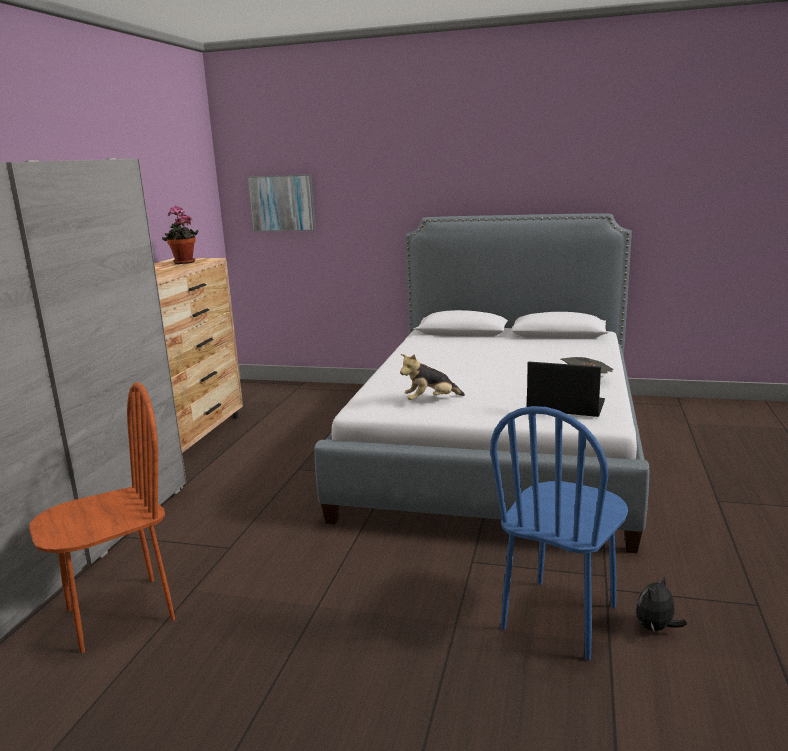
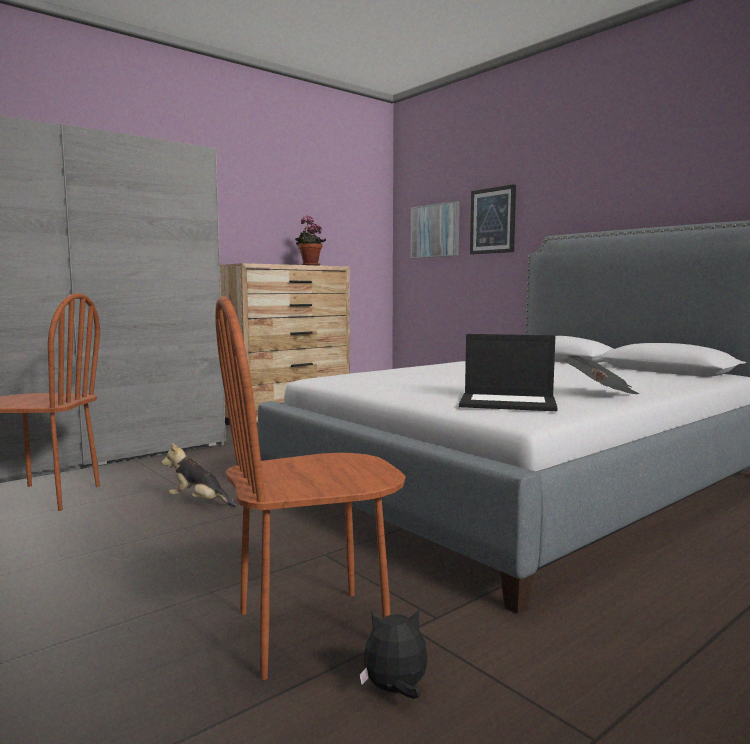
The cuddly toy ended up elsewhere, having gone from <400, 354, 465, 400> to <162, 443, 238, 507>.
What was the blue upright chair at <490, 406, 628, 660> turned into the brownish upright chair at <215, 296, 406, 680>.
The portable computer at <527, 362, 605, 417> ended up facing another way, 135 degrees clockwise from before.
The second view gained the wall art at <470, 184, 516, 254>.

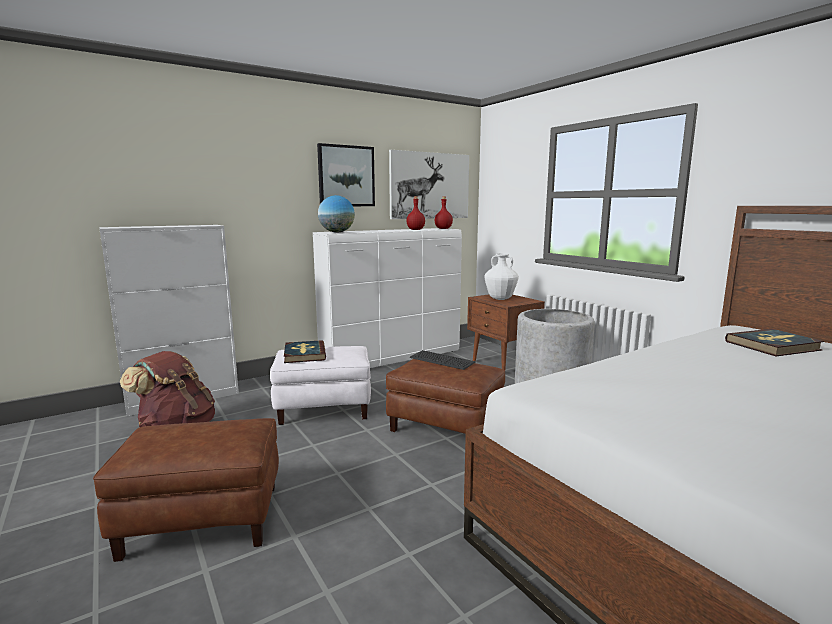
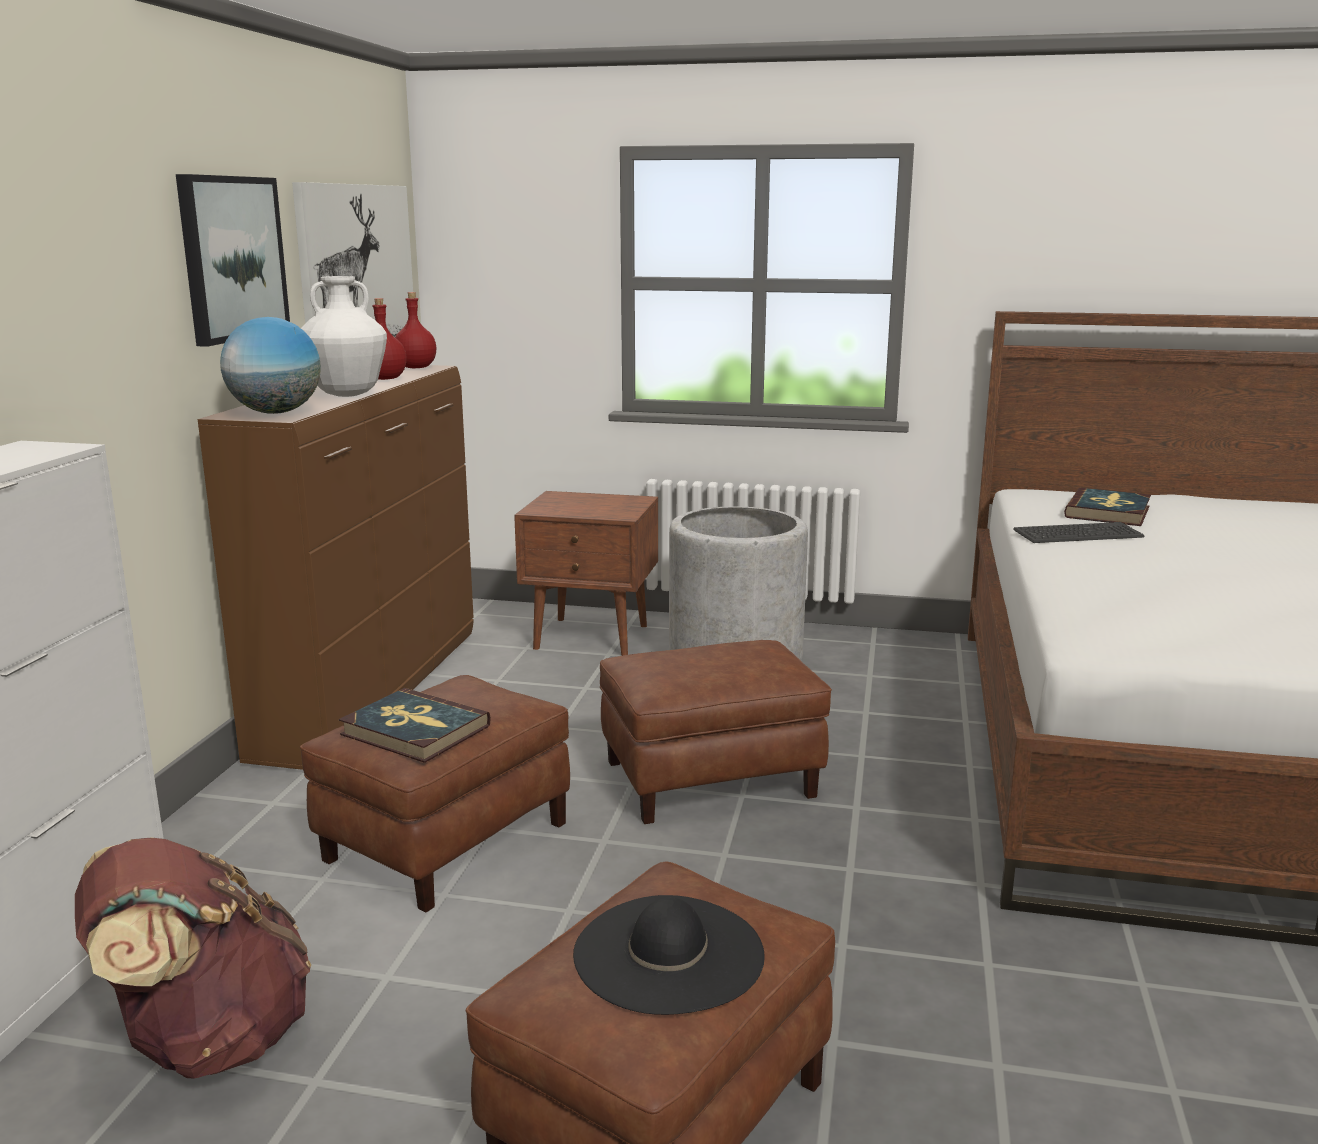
What was the whitish dresser at <313, 228, 462, 368> turned into the brownish dresser at <198, 365, 474, 770>.
What was the whitish ottoman at <270, 346, 371, 425> turned into the brownish ottoman at <300, 675, 570, 912>.
The whitish decorative vase ended up elsewhere, having gone from <484, 253, 519, 300> to <301, 276, 387, 397>.
The second view gained the black-coloured wearable hat at <573, 895, 765, 1015>.
The PC keyboard ended up elsewhere, having gone from <410, 350, 475, 370> to <1013, 522, 1145, 543>.

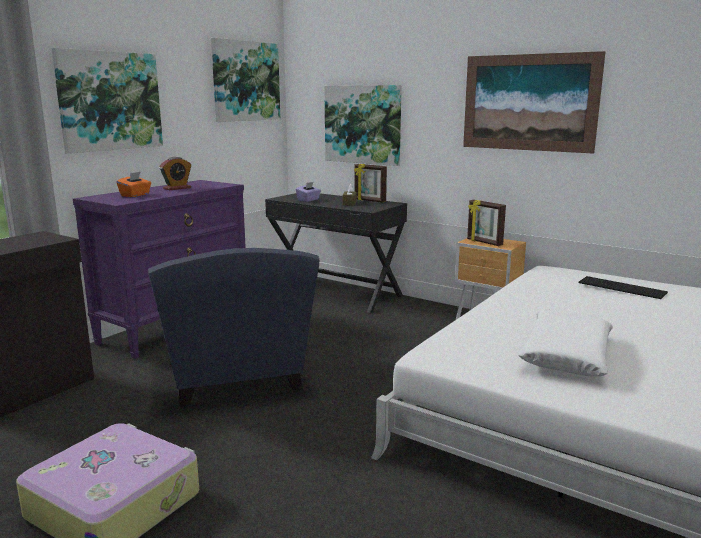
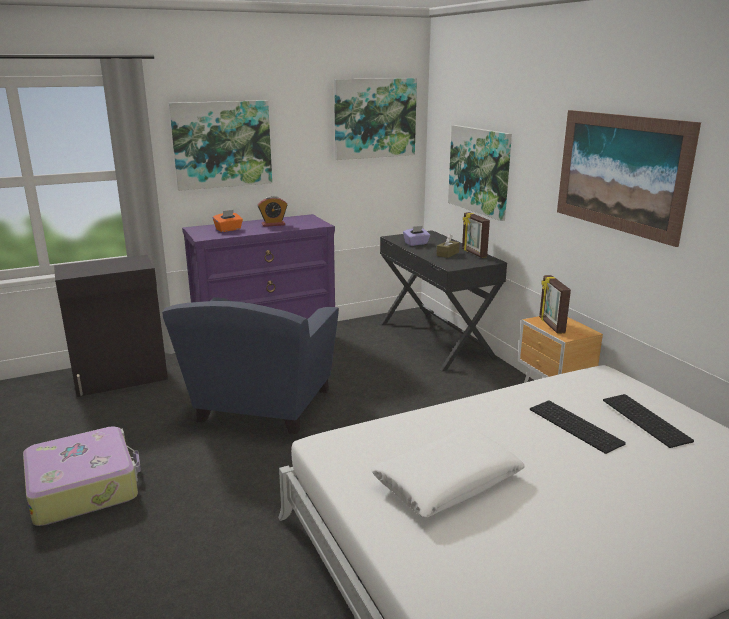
The second view gained the PC keyboard at <530, 401, 626, 454>.

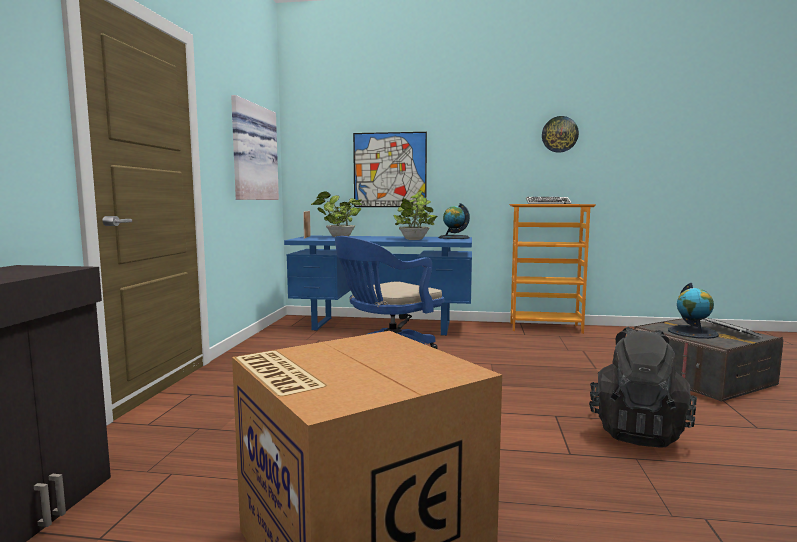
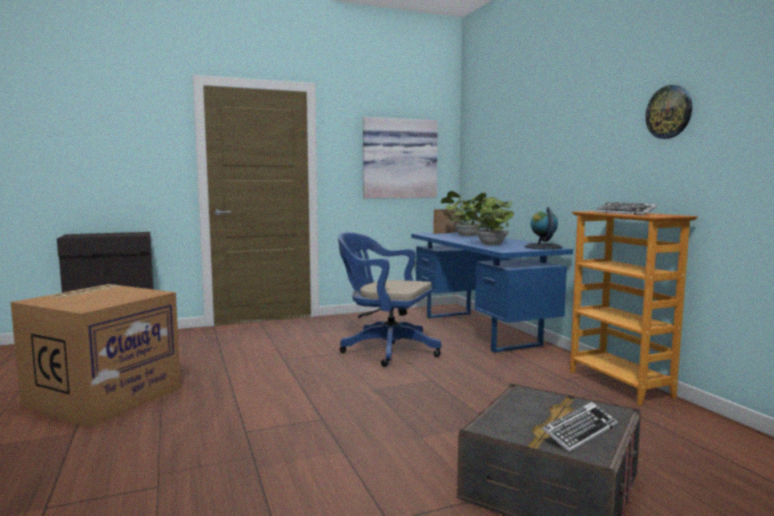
The second view lost the wall art at <353, 132, 427, 207>.
The second view lost the black-coloured knapsack at <589, 327, 697, 448>.
The second view lost the world globe at <668, 283, 719, 339>.

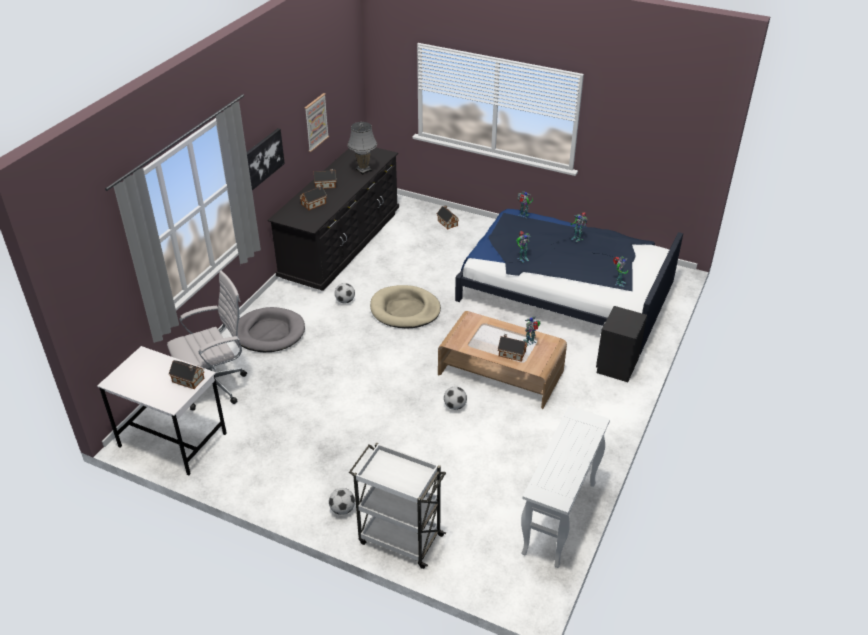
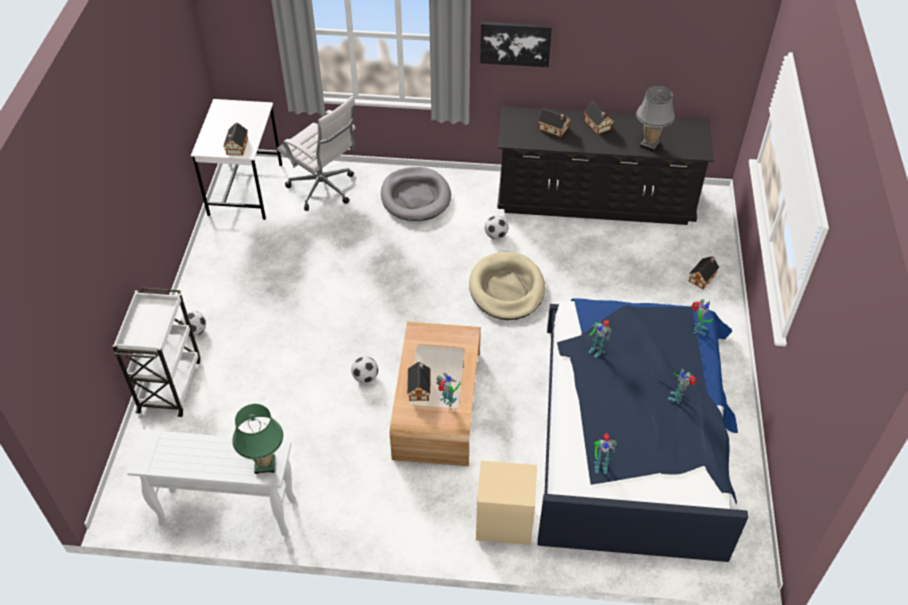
The second view gained the greenish table lamp at <232, 404, 283, 474>.
What was the black-coloured nightstand at <596, 306, 647, 382> turned into the sand-coloured nightstand at <476, 461, 537, 545>.
The second view lost the wall art at <304, 93, 329, 152>.

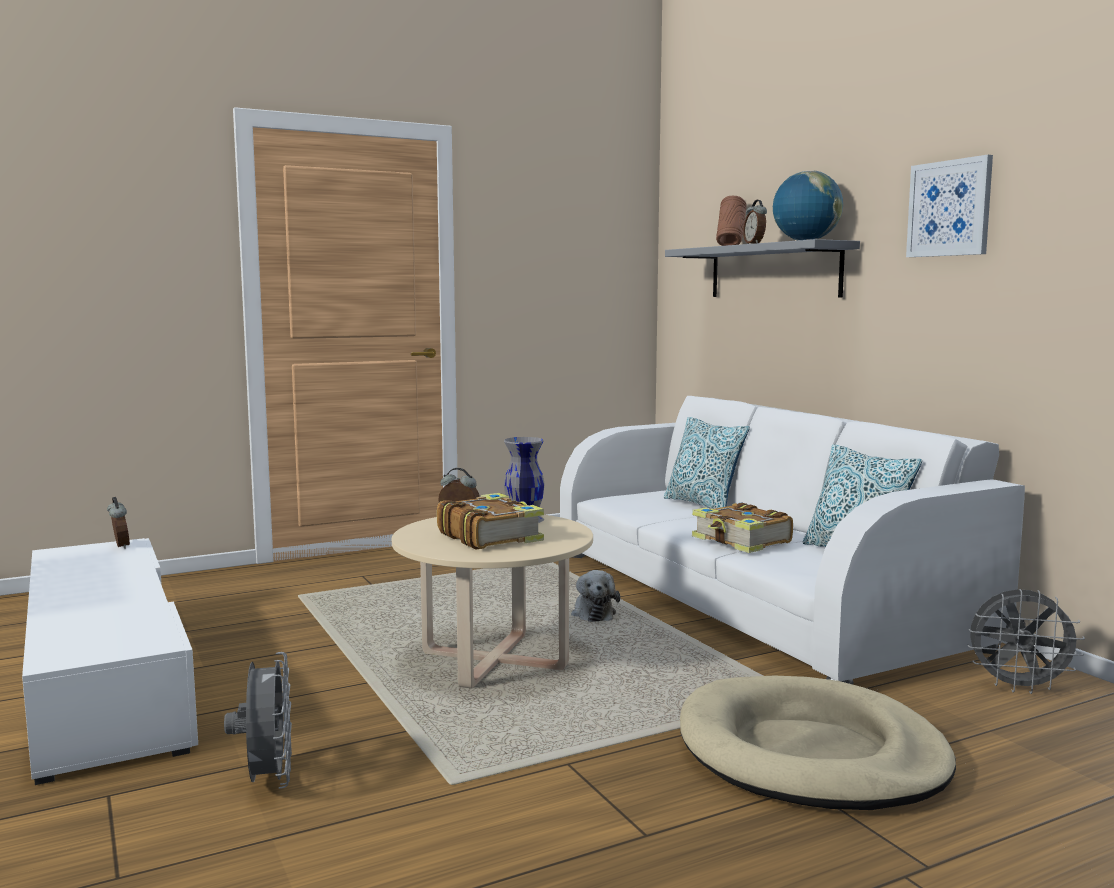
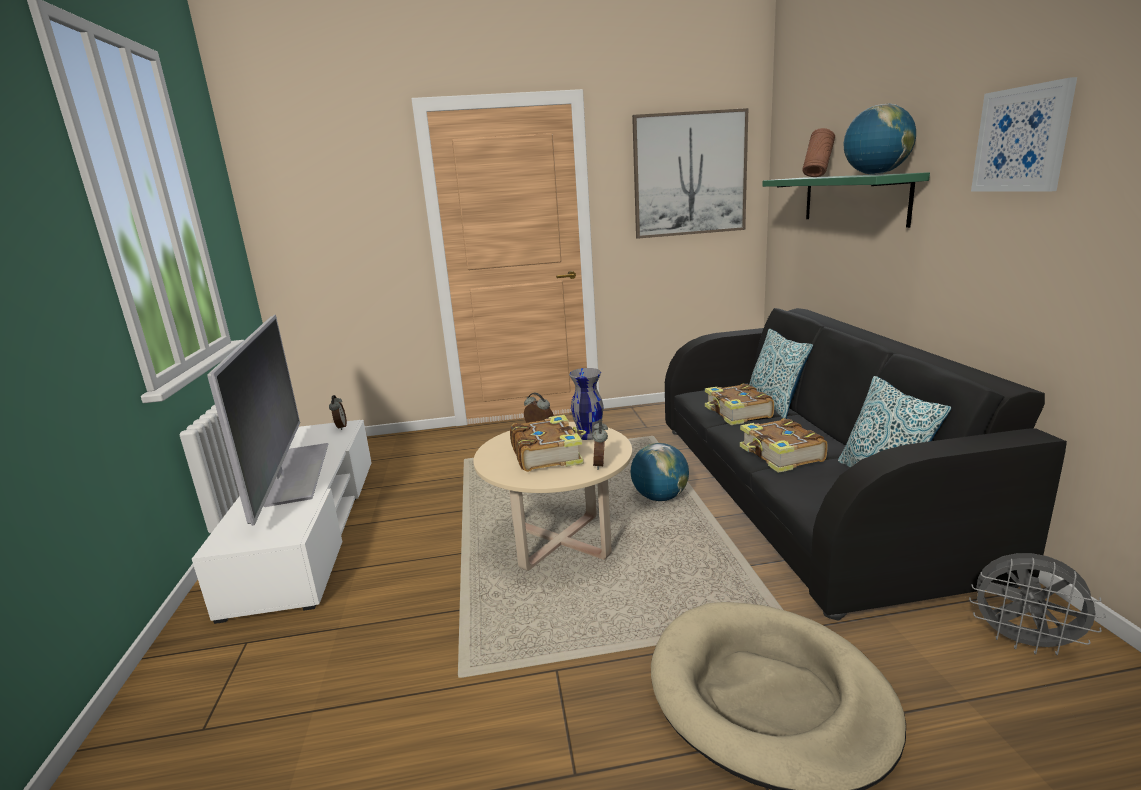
The second view gained the TV at <207, 315, 328, 526>.
The bedside clock ended up elsewhere, having gone from <743, 200, 767, 244> to <592, 419, 608, 470>.
Where the cuddly toy stood at <571, 570, 620, 622>, the world globe came to stand at <630, 443, 689, 501>.
The second view gained the wall art at <632, 108, 748, 239>.
What was the whitish sofa at <560, 396, 1025, 684> turned into the black-coloured sofa at <665, 308, 1067, 621>.
The second view gained the volume at <705, 384, 774, 425>.
What was the grey shelf at <665, 239, 860, 298> turned into the greenish shelf at <762, 172, 930, 228>.
The second view lost the grey fan at <224, 652, 292, 789>.

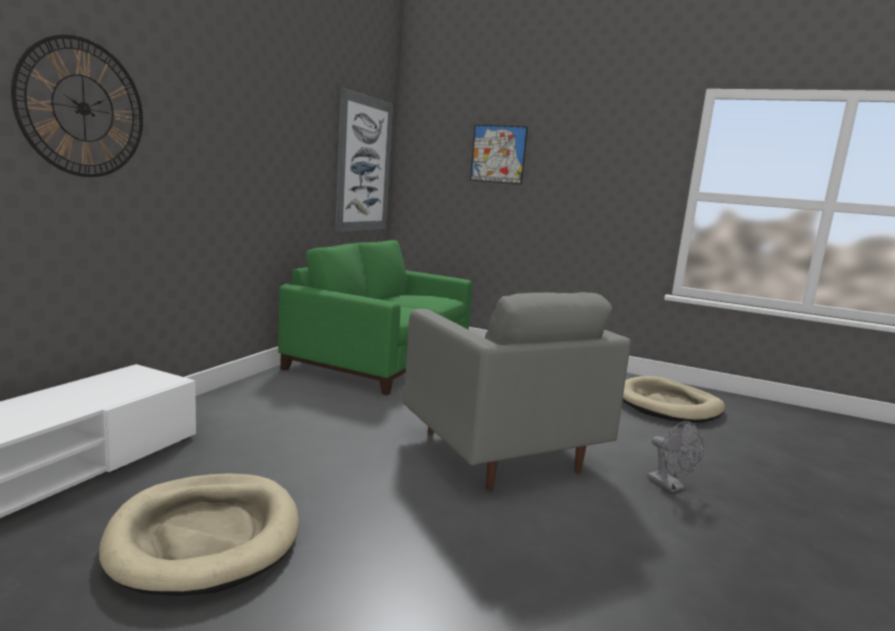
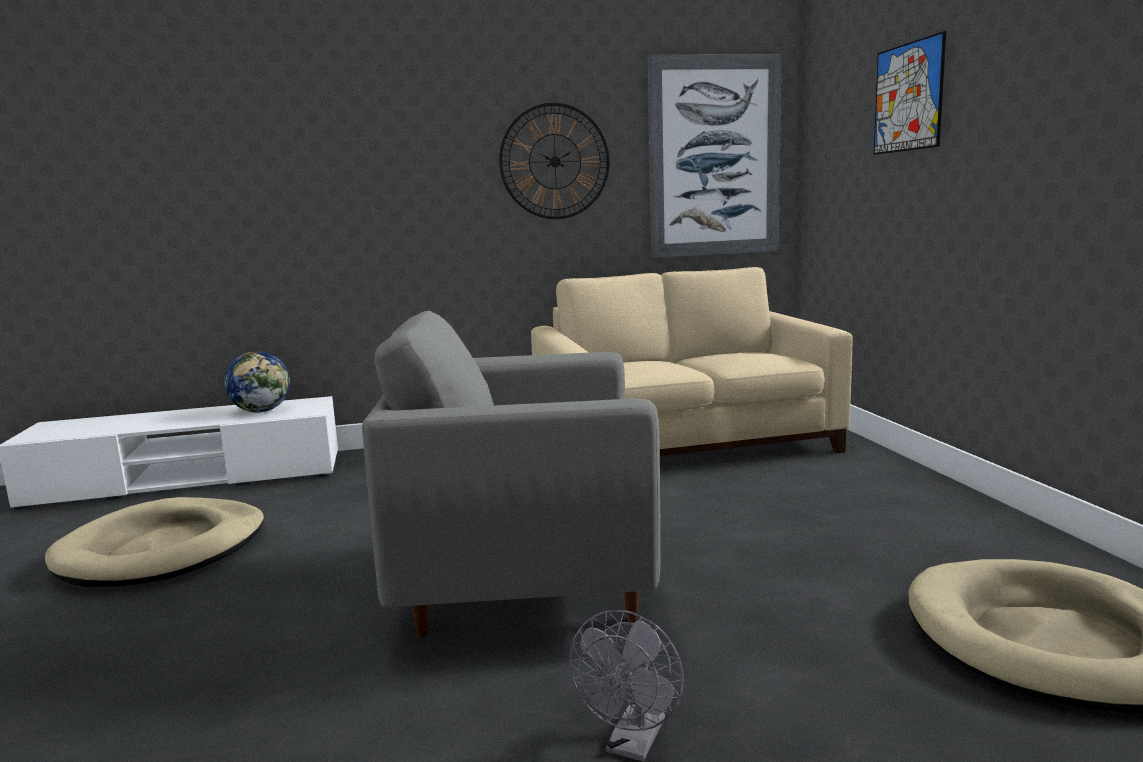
The second view gained the world globe at <224, 351, 290, 412>.
The grey easy chair at <403, 292, 631, 491> ended up facing another way, 60 degrees clockwise from before.
The wall clock ended up elsewhere, having gone from <11, 35, 143, 177> to <499, 103, 610, 219>.
What was the greenish sofa at <278, 240, 473, 395> turned into the sand-coloured sofa at <531, 267, 853, 456>.

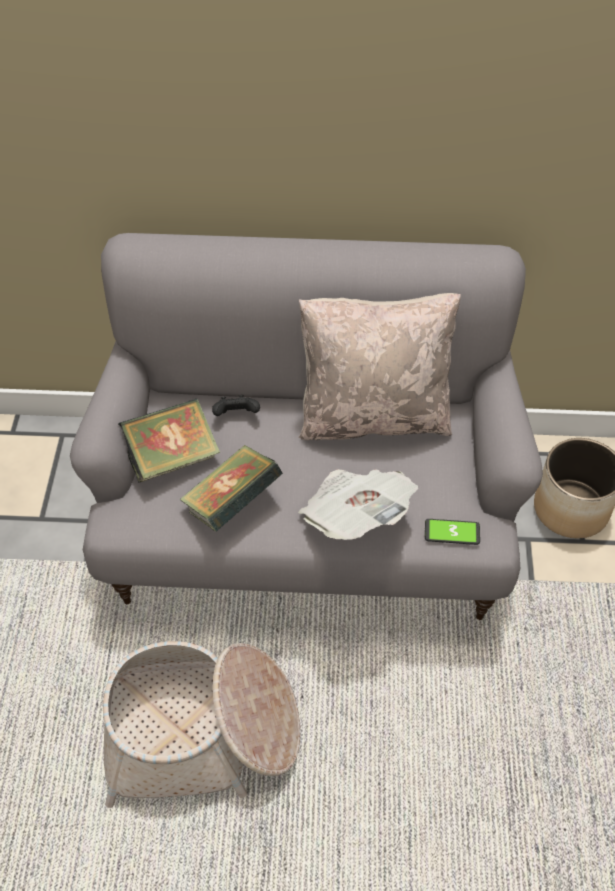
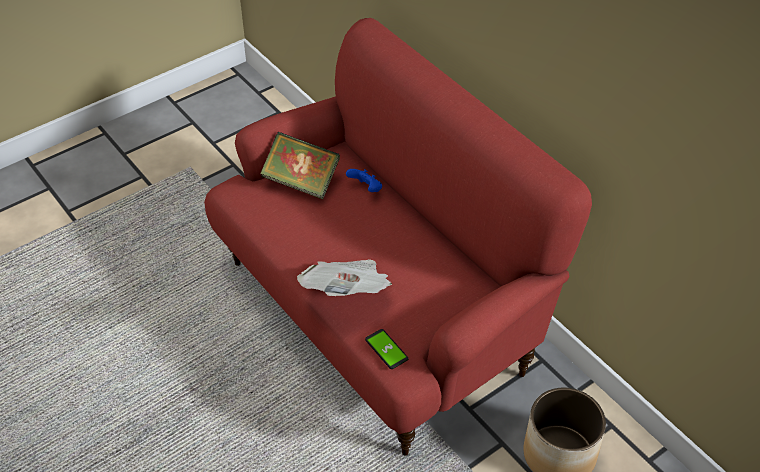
What was the grey sofa at <70, 233, 543, 620> turned into the reddish sofa at <204, 18, 592, 456>.
What was the black-coloured joypad at <212, 395, 260, 416> turned into the blue joypad at <346, 169, 382, 192>.
The second view lost the basket at <103, 641, 300, 808>.
The second view lost the volume at <179, 445, 282, 532>.
The second view lost the sand-coloured throw pillow at <299, 293, 461, 440>.

